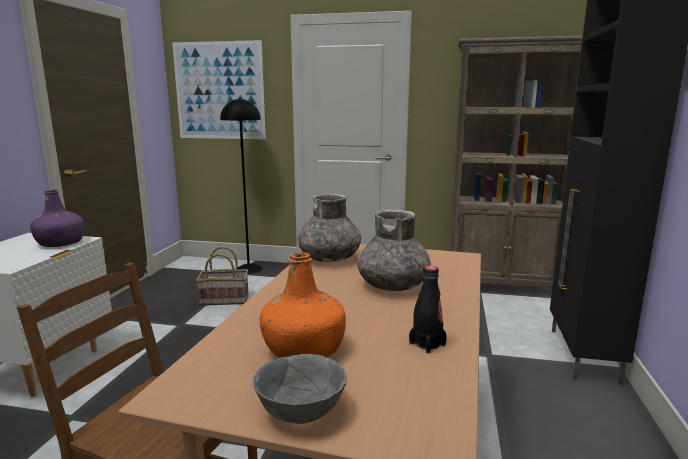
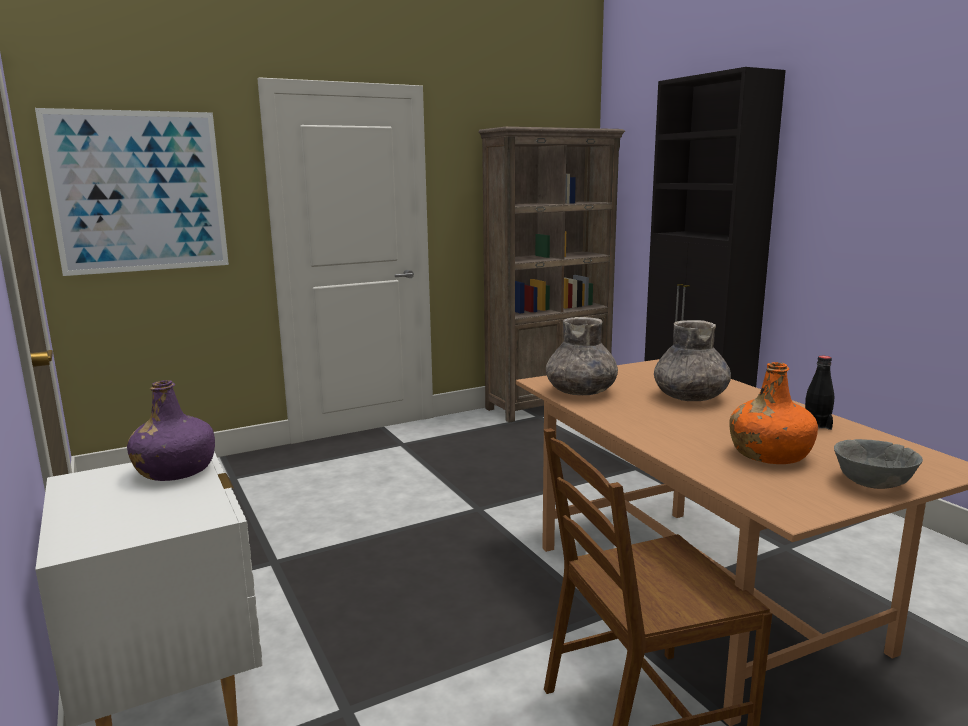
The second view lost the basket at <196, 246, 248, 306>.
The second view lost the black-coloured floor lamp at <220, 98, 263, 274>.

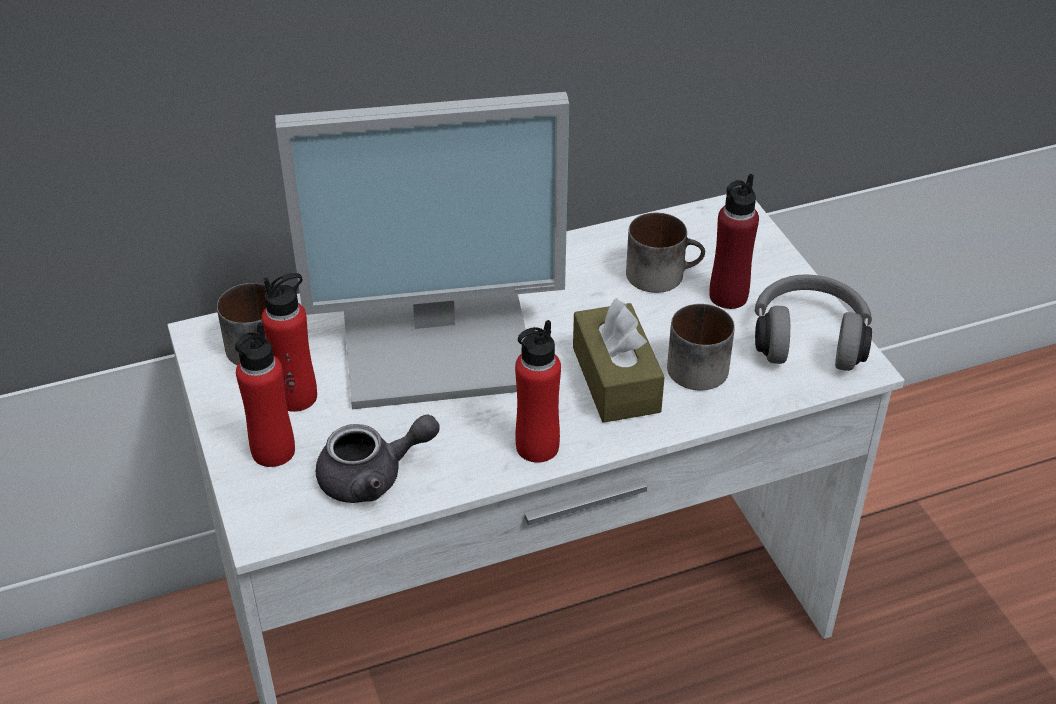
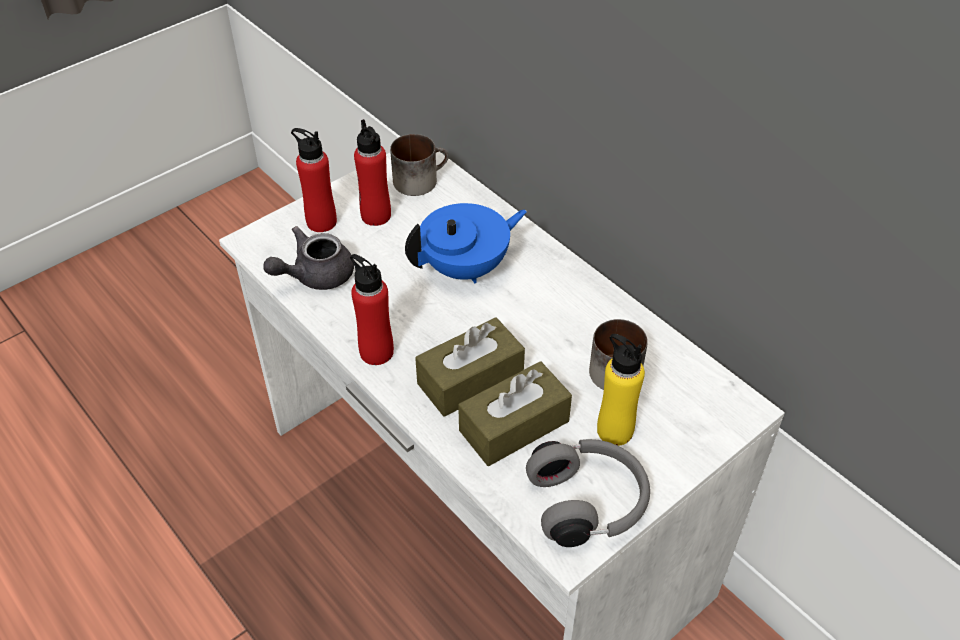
The grey pot for tea at <316, 415, 440, 503> ended up facing another way, 90 degrees clockwise from before.
Where the computer display stood at <275, 92, 569, 409>, the blue pot for tea came to stand at <405, 203, 527, 283>.
Where the coffee mug stood at <667, 304, 735, 390>, the brownish box of tissues came to stand at <458, 361, 572, 466>.
What was the reddish bottle at <710, 174, 759, 309> turned into the yellow bottle at <597, 334, 645, 446>.

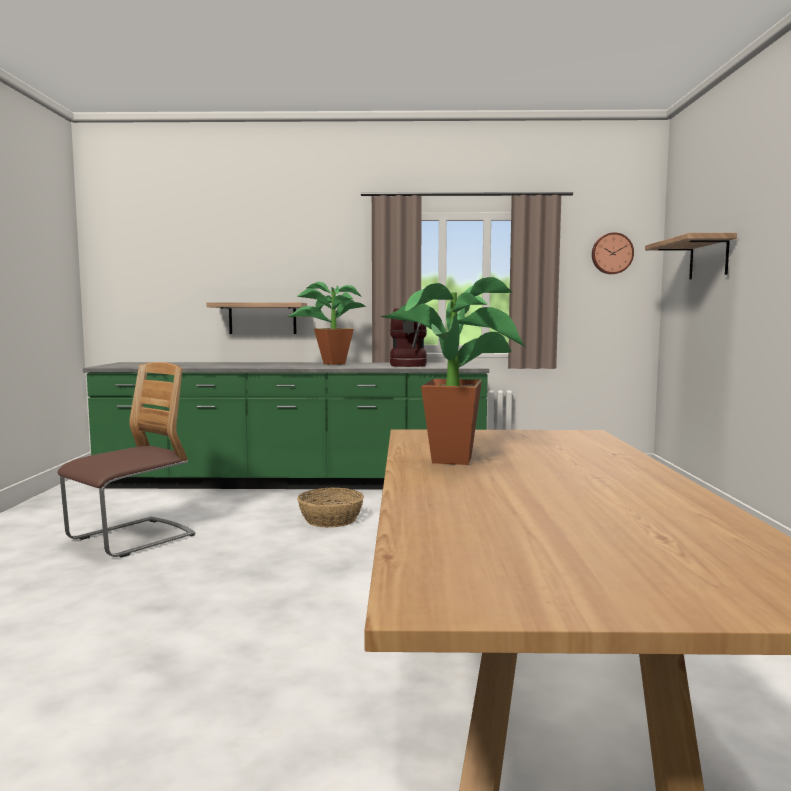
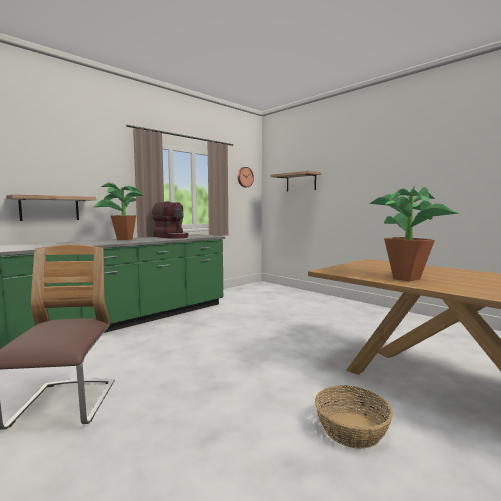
The basket ended up elsewhere, having gone from <297, 488, 364, 527> to <315, 385, 393, 449>.

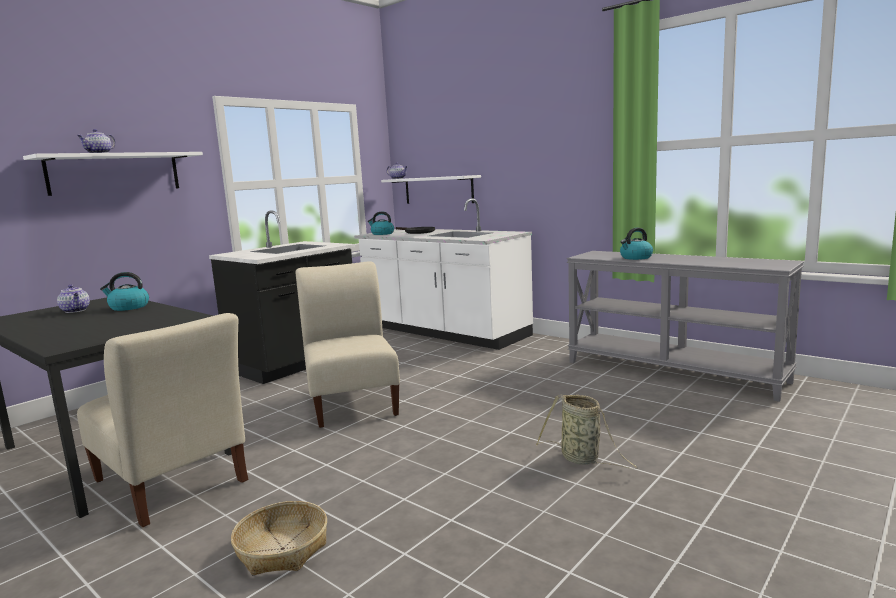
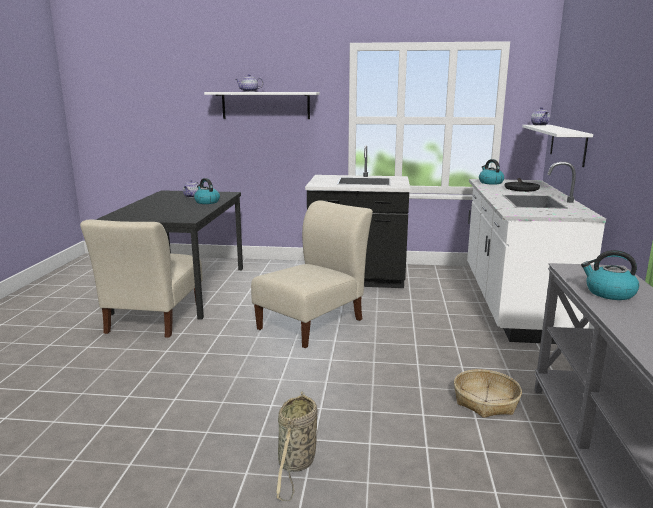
The basket ended up elsewhere, having gone from <231, 501, 327, 575> to <454, 369, 522, 418>.

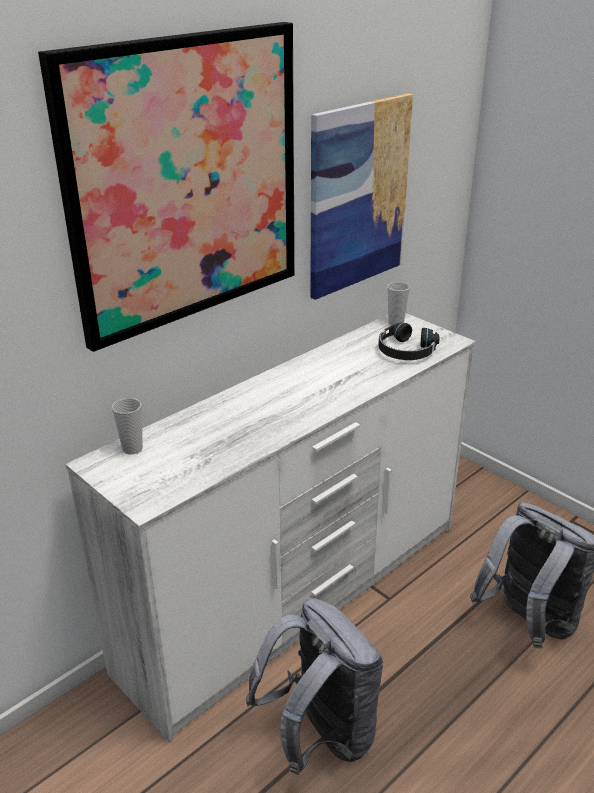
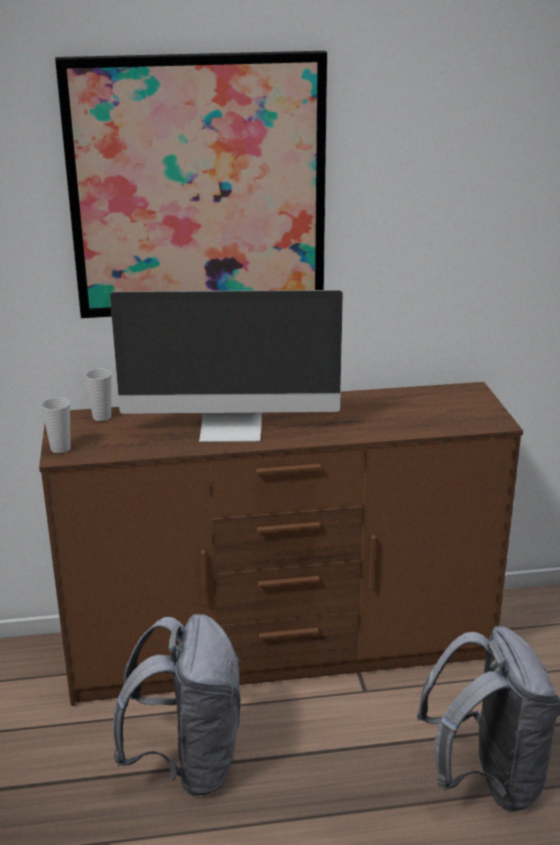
What was the whitish dresser at <65, 313, 476, 743> turned into the brownish dresser at <39, 382, 523, 706>.
The cup ended up elsewhere, having gone from <387, 282, 410, 325> to <41, 398, 71, 453>.
The second view gained the computer display at <110, 290, 343, 442>.
The second view lost the wall art at <310, 93, 413, 300>.
The second view lost the black-coloured pair of headphones at <378, 323, 440, 360>.

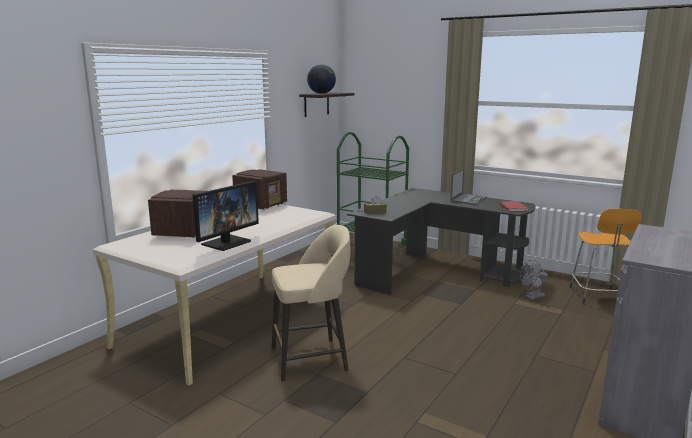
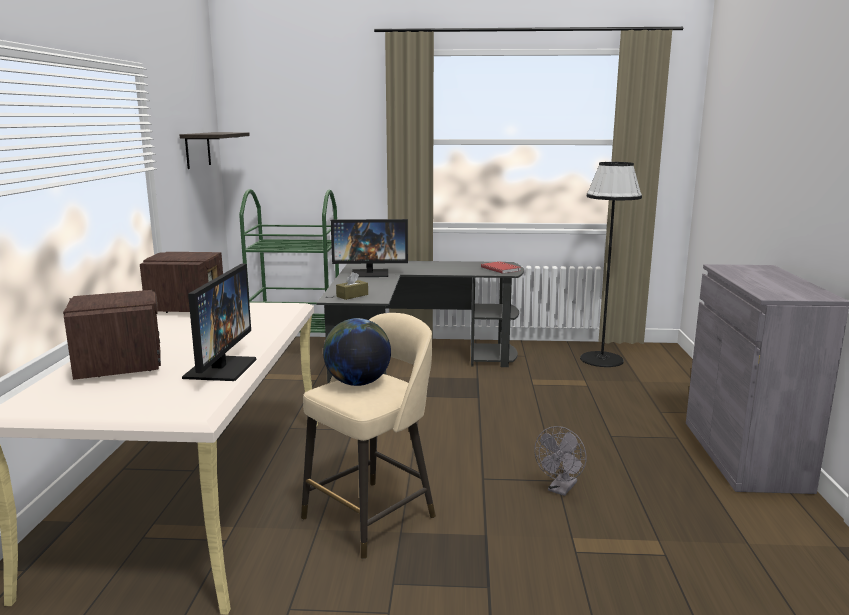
The world globe ended up elsewhere, having gone from <307, 64, 336, 94> to <323, 318, 391, 386>.
The second view gained the computer display at <331, 219, 408, 277>.
The grey fan ended up elsewhere, having gone from <520, 260, 548, 300> to <534, 426, 587, 496>.
Where the orange-coloured stool stood at <569, 209, 642, 304>, the black-coloured floor lamp came to stand at <580, 162, 642, 367>.
The second view lost the portable computer at <450, 169, 487, 205>.

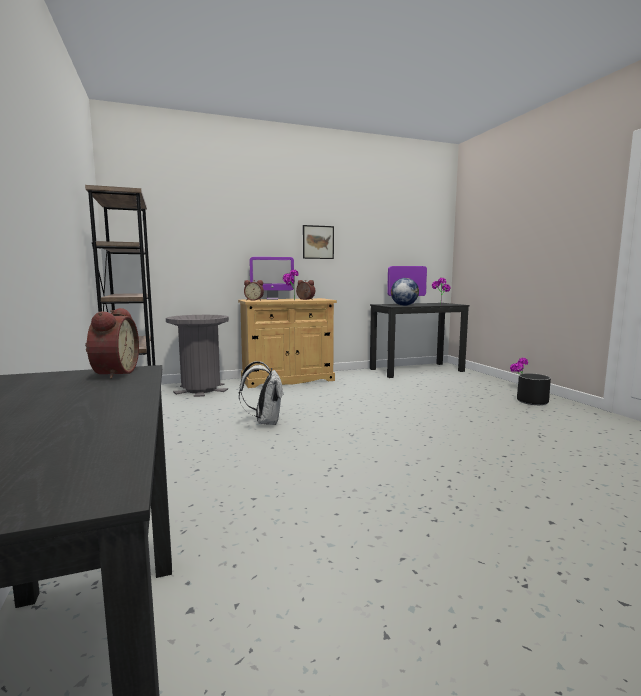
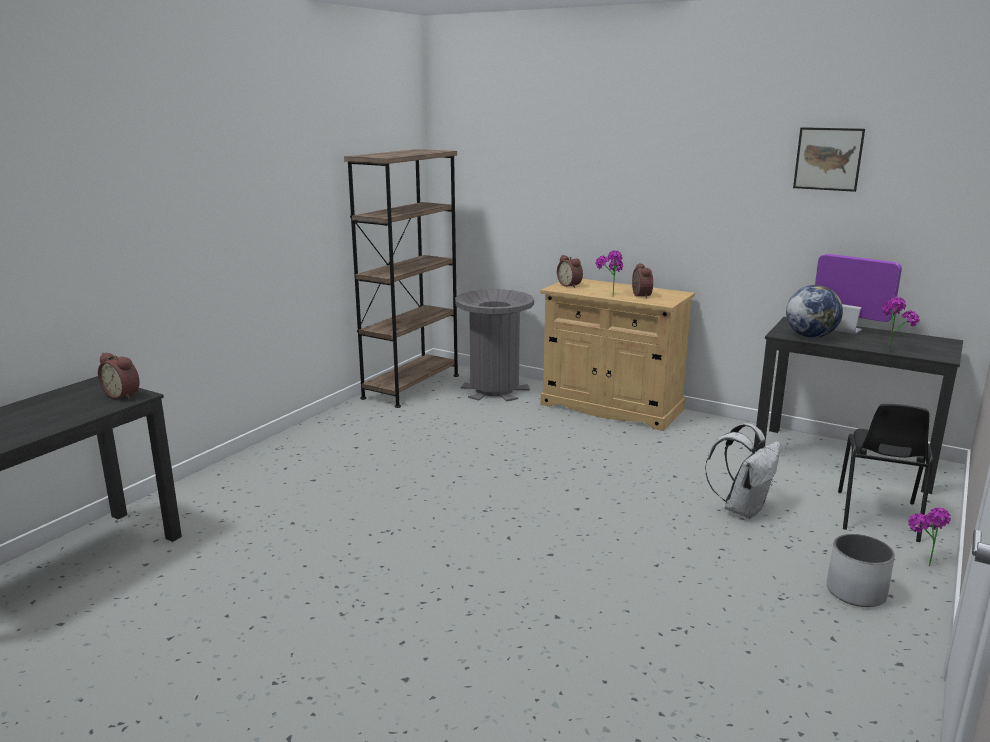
The bedside clock at <85, 308, 139, 379> ended up facing another way, 75 degrees clockwise from before.
The whitish knapsack ended up elsewhere, having gone from <239, 361, 284, 425> to <705, 423, 780, 519>.
The wall art ended up elsewhere, having gone from <303, 225, 334, 259> to <793, 127, 865, 192>.
What was the black-coloured planter at <517, 373, 551, 405> turned into the whitish planter at <827, 534, 895, 607>.
The second view gained the black-coloured upright chair at <838, 404, 933, 542>.
The second view lost the computer display at <250, 257, 294, 300>.

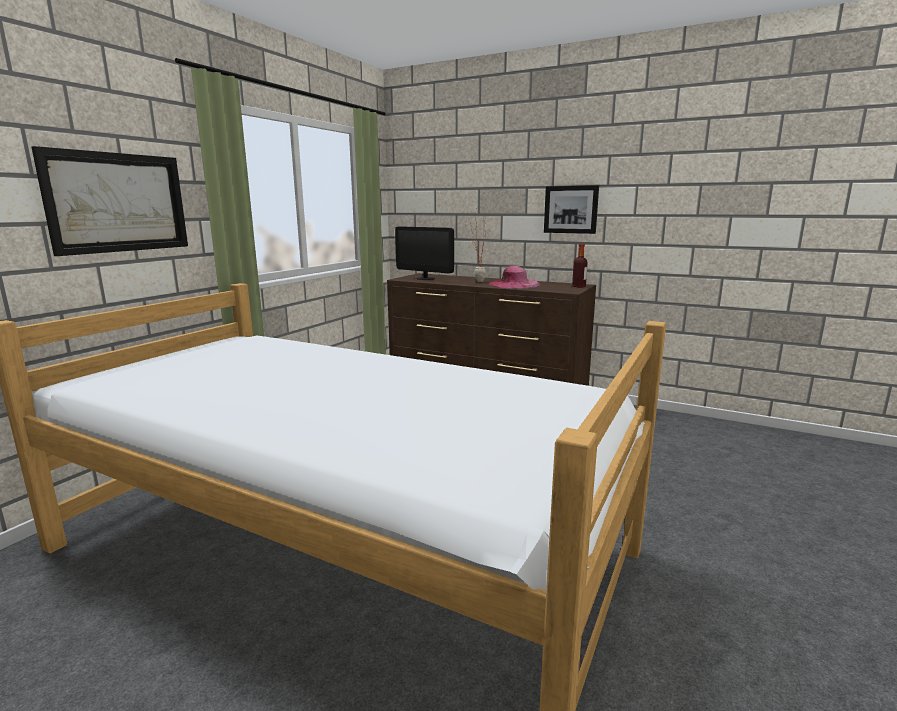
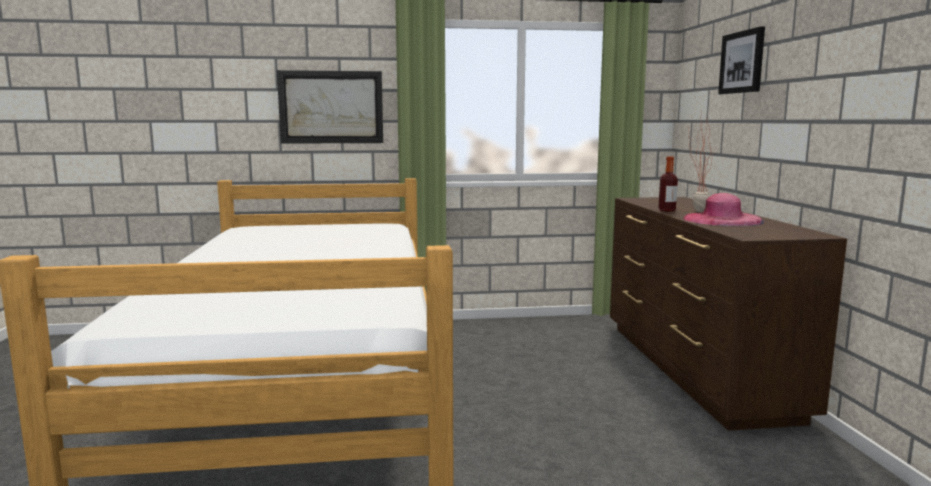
The bottle ended up elsewhere, having gone from <572, 244, 588, 287> to <658, 156, 678, 212>.
The wall art ended up elsewhere, having gone from <544, 185, 599, 234> to <718, 26, 765, 94>.
The second view lost the computer display at <395, 226, 454, 280>.

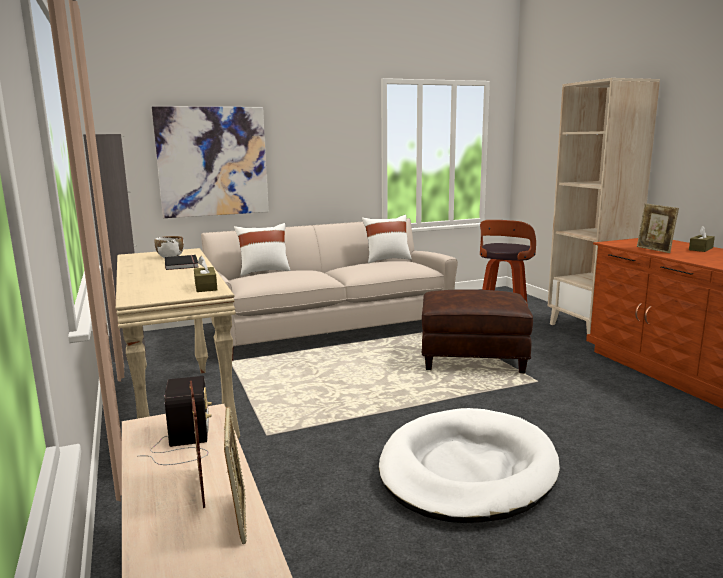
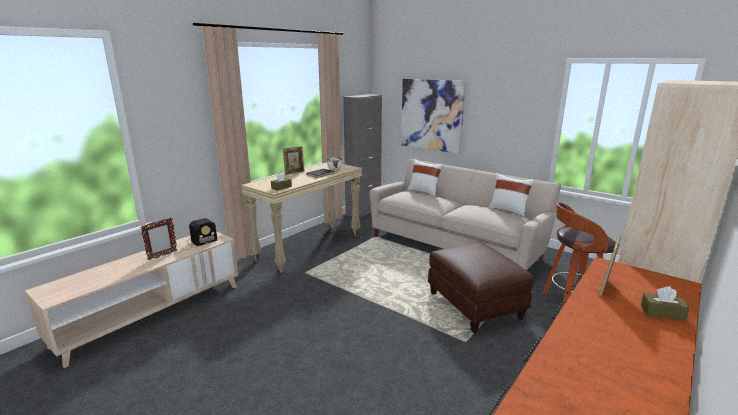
The standing frame ended up elsewhere, having gone from <224, 406, 247, 544> to <283, 146, 305, 175>.
The second view lost the whitish dog cushion at <378, 408, 560, 523>.

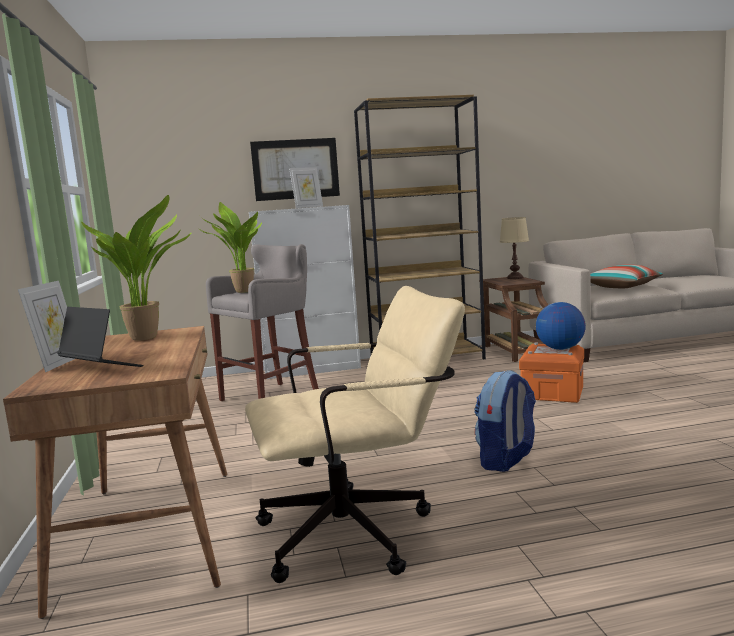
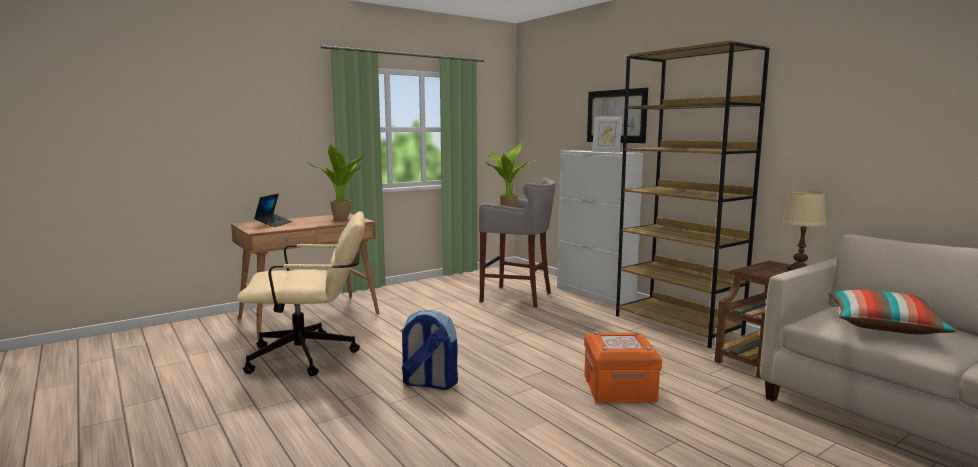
The sand-coloured computer chair at <245, 286, 465, 583> ended up facing another way, 60 degrees counterclockwise from before.
The second view lost the standing frame at <18, 281, 74, 372>.
The second view lost the world globe at <536, 302, 586, 350>.

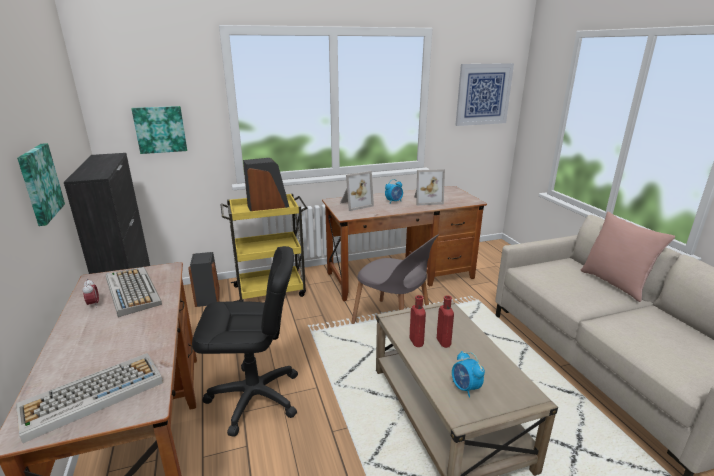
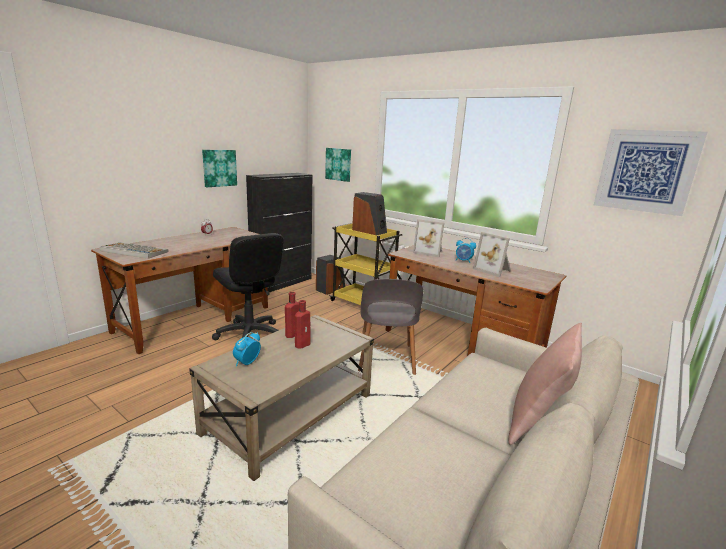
The second view lost the PC keyboard at <106, 267, 162, 317>.

